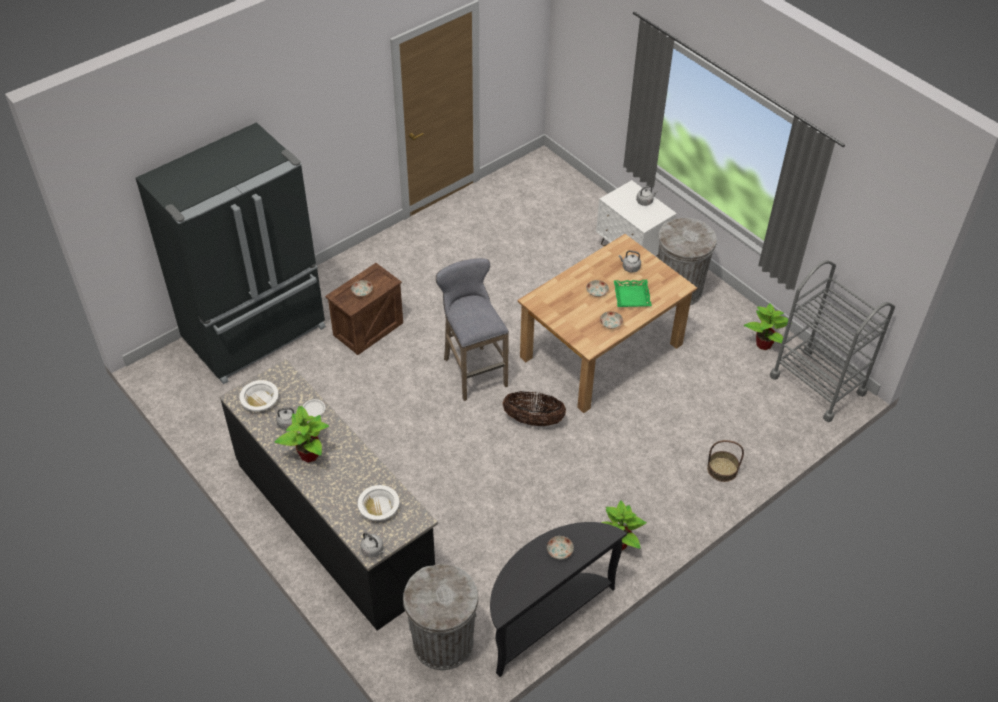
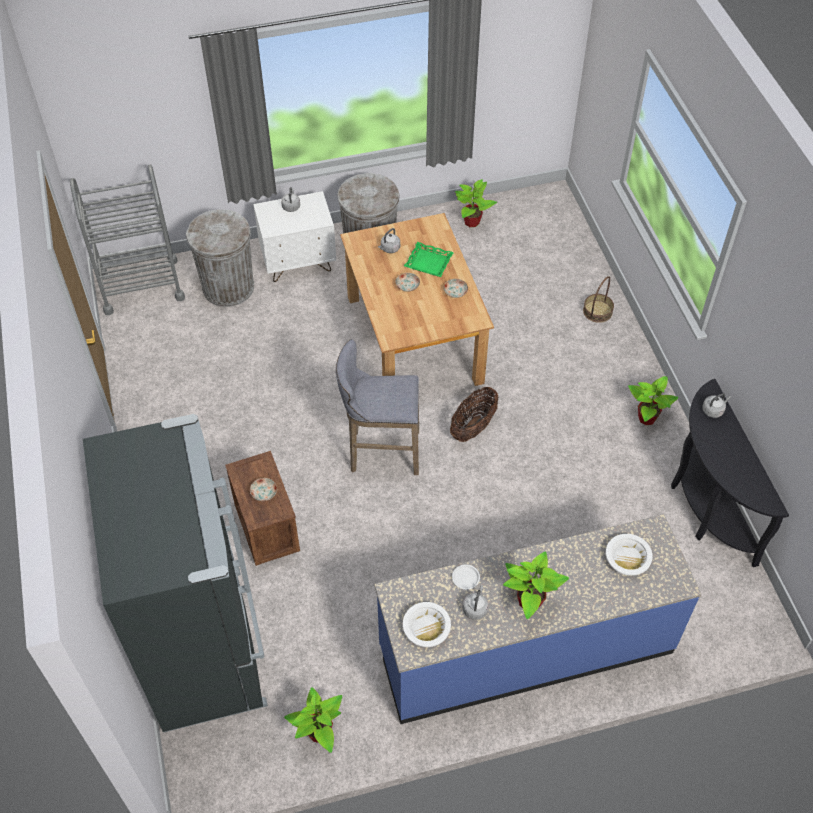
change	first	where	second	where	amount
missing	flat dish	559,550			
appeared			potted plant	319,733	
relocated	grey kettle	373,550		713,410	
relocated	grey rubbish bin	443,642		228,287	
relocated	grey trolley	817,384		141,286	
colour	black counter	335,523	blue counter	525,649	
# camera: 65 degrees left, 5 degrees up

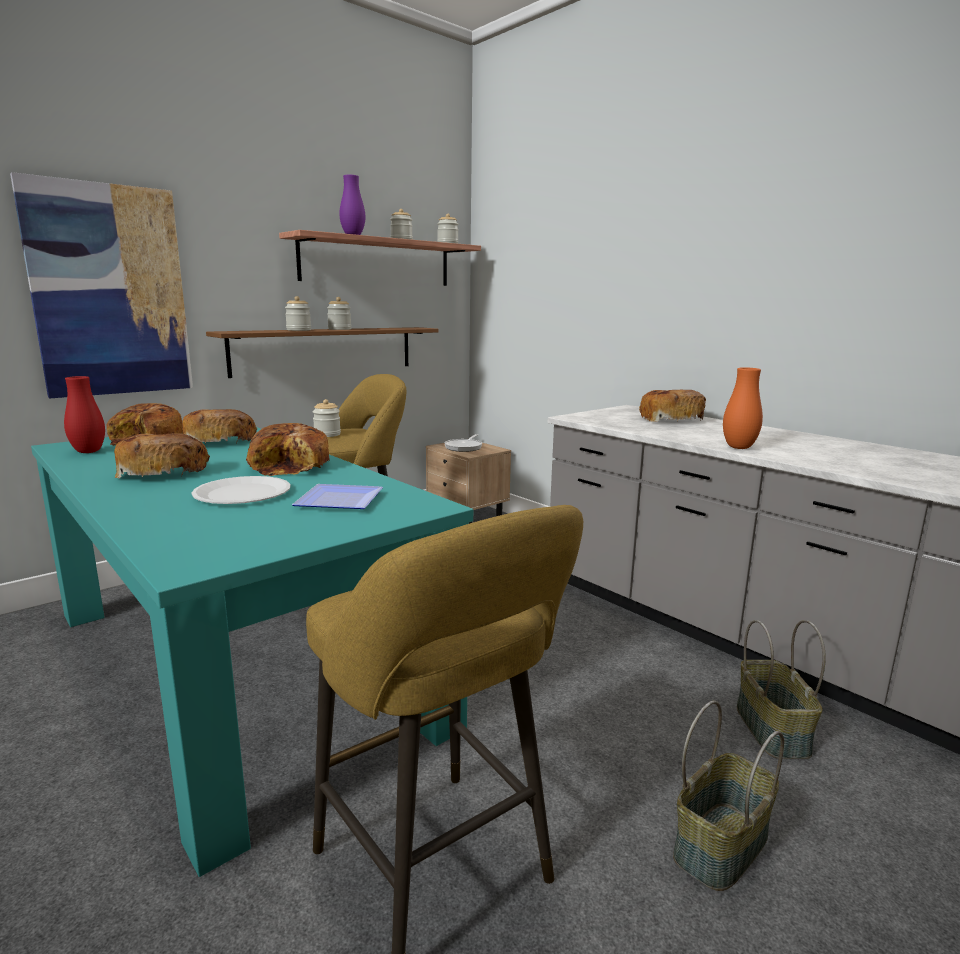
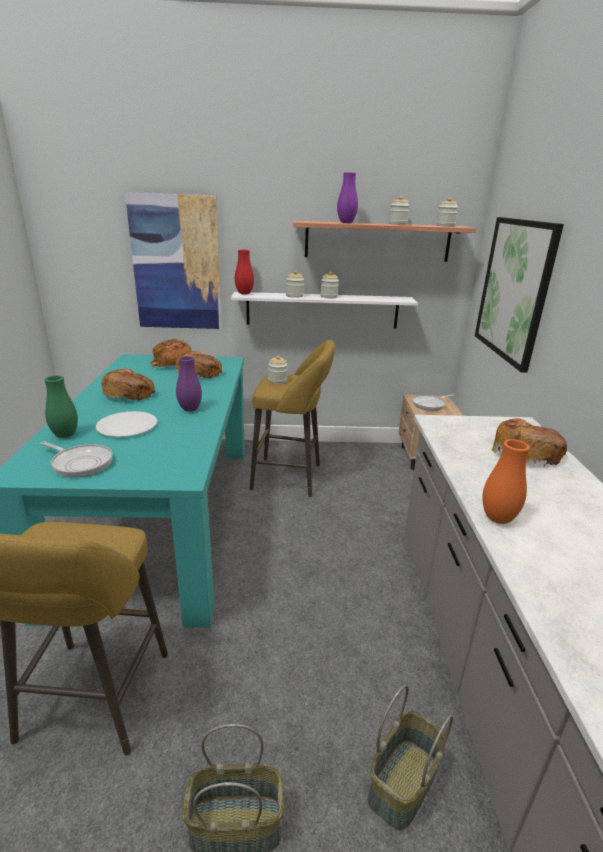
change	first	where	second	where	amount
missing	flat dish	338,500			
appeared			frying pan	80,463	
appeared			green-coloured vase	65,435	
appeared			wall art	514,290	
relocated	red vase	88,452		244,294	
exchanged	bakery bread	292,466	purple-coloured vase	190,409	
colour	brown-coloured bracket shelf	325,350	white-coloured bracket shelf	322,310	
# camera: 40 degrees right, 10 degrees up

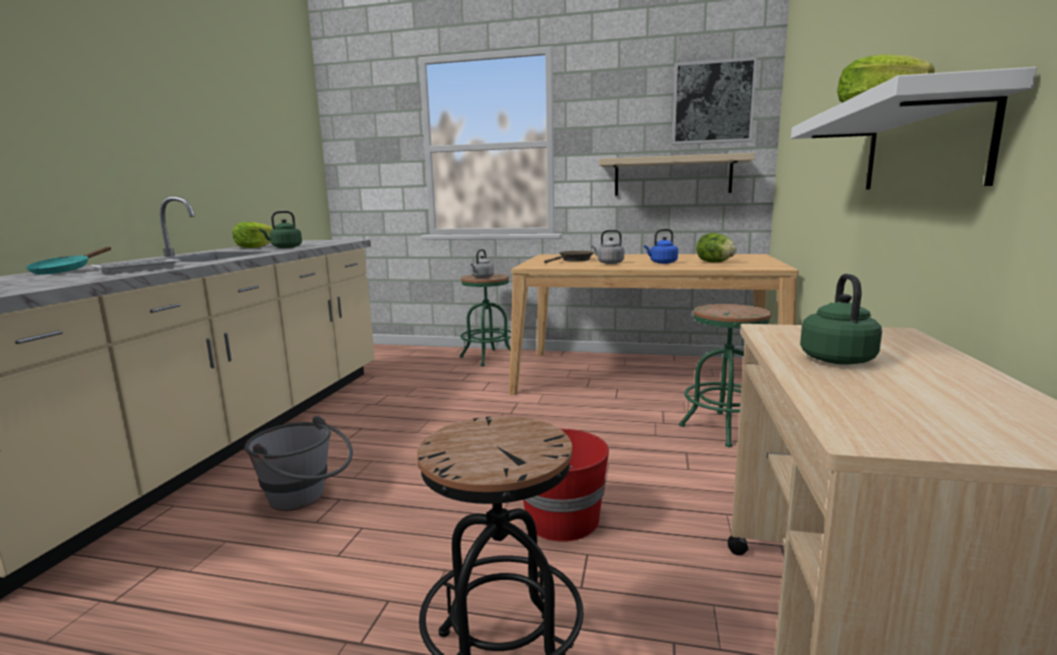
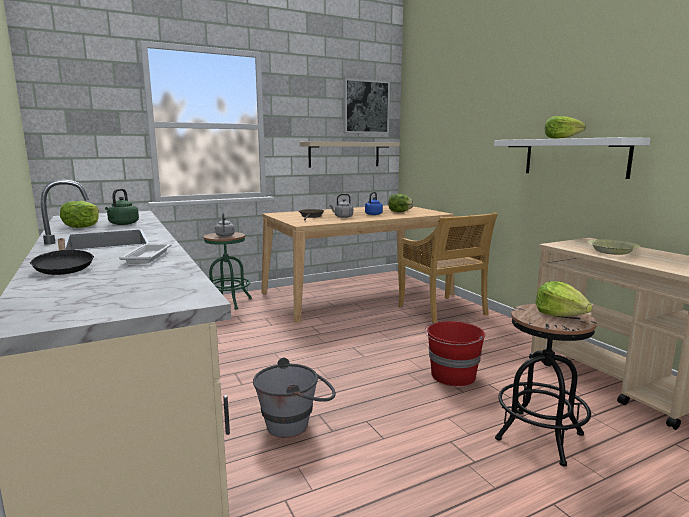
change	first	where	second	where	amount
appeared			head of lettuce	560,314	
exchanged	green-coloured sitting stool	724,429	beige-coloured plain chair	442,311	
exchanged	green-coloured kettle	836,358	yellow-coloured serving bowl	611,252	
colour	turquoise frying pan	66,271	black frying pan	64,268	
# camera: 40 degrees left, 0 degrees up

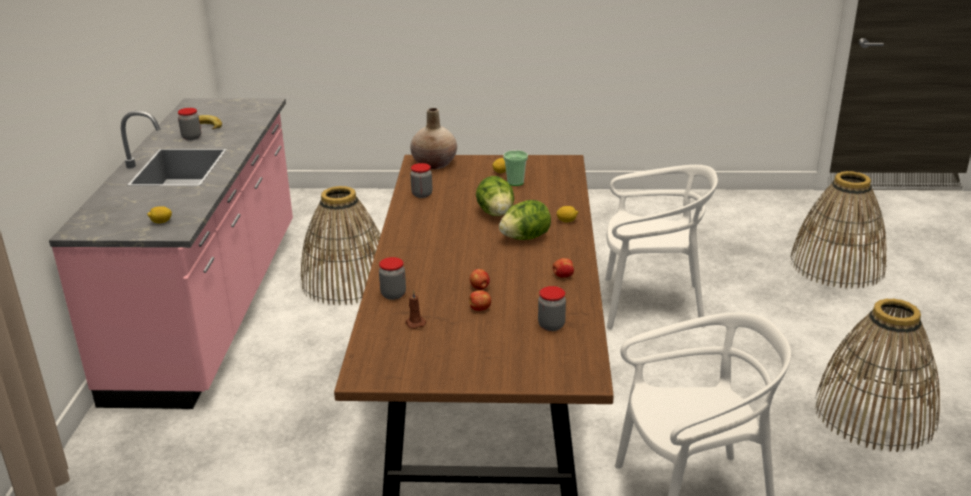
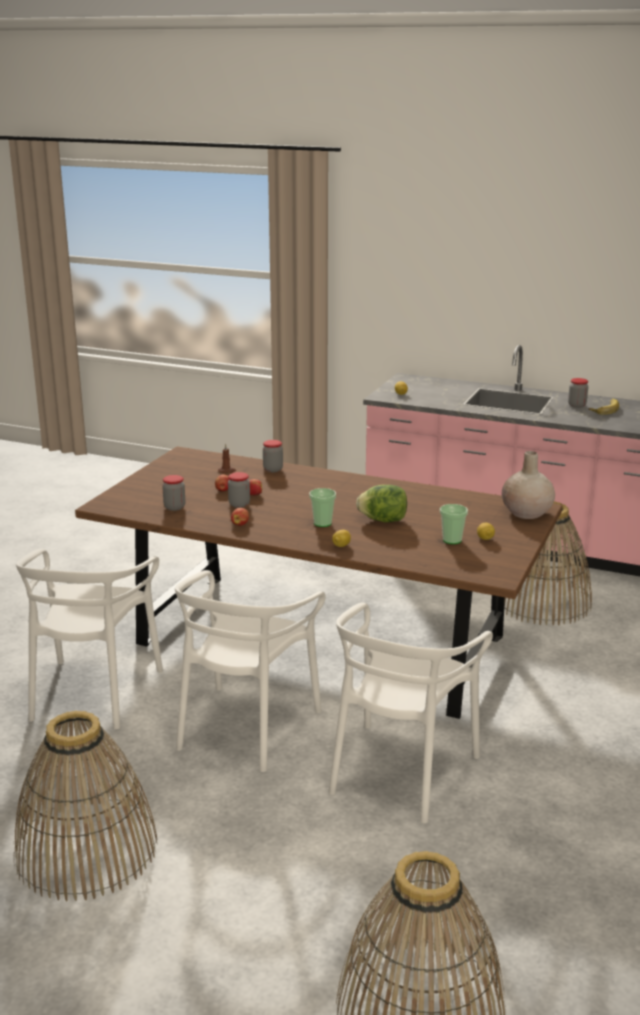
change	first	where	second	where	amount
appeared			white-coloured plain chair	246,727	
relocated	preserve jar	422,194		239,504	
exchanged	head of lettuce	525,238	drinking cup	322,523	
# camera: 110 degrees right, 5 degrees down

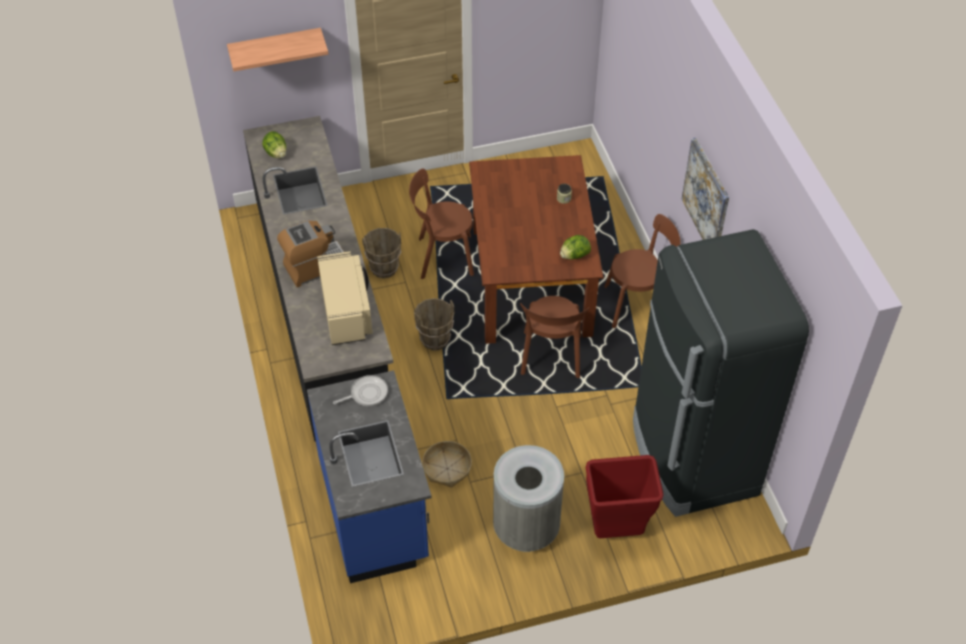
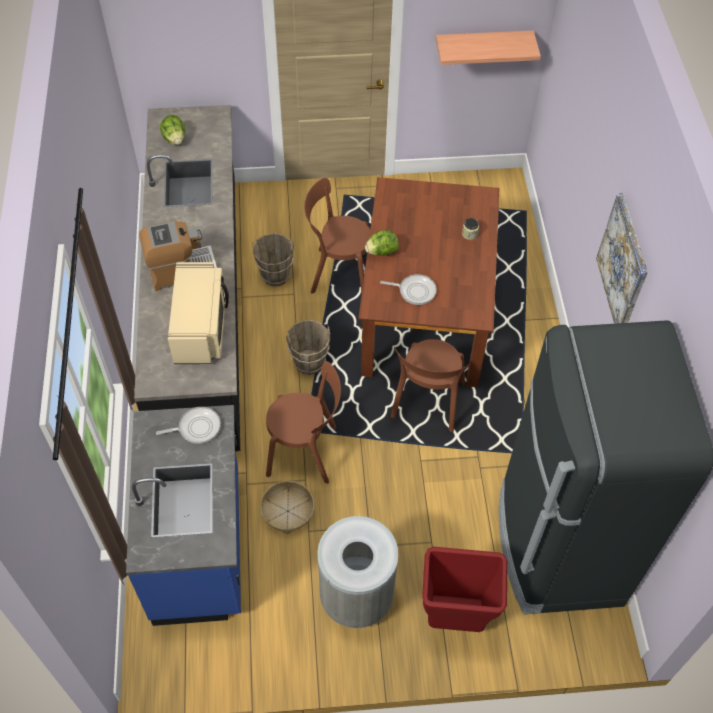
change	first	where	second	where	amount
appeared			frying pan	414,291	
relocated	bracket shelf	275,48		483,45	
relocated	head of lettuce	574,255		381,252	
relocated	brown-coloured plain chair	638,305		306,451	
# camera: 10 degrees right, 5 degrees up

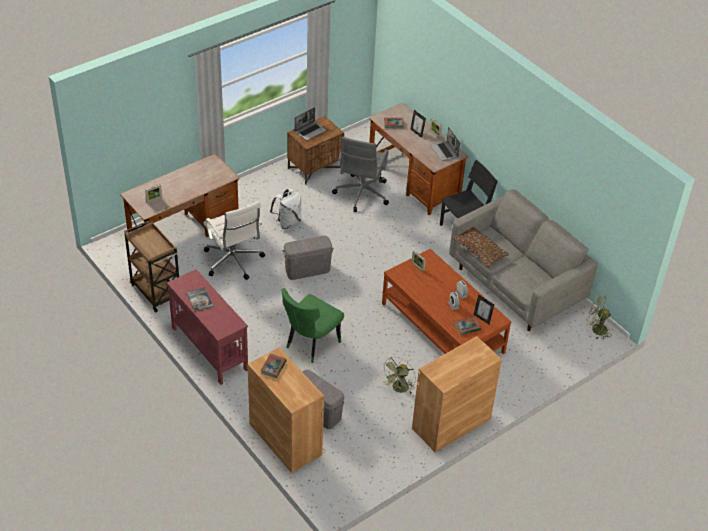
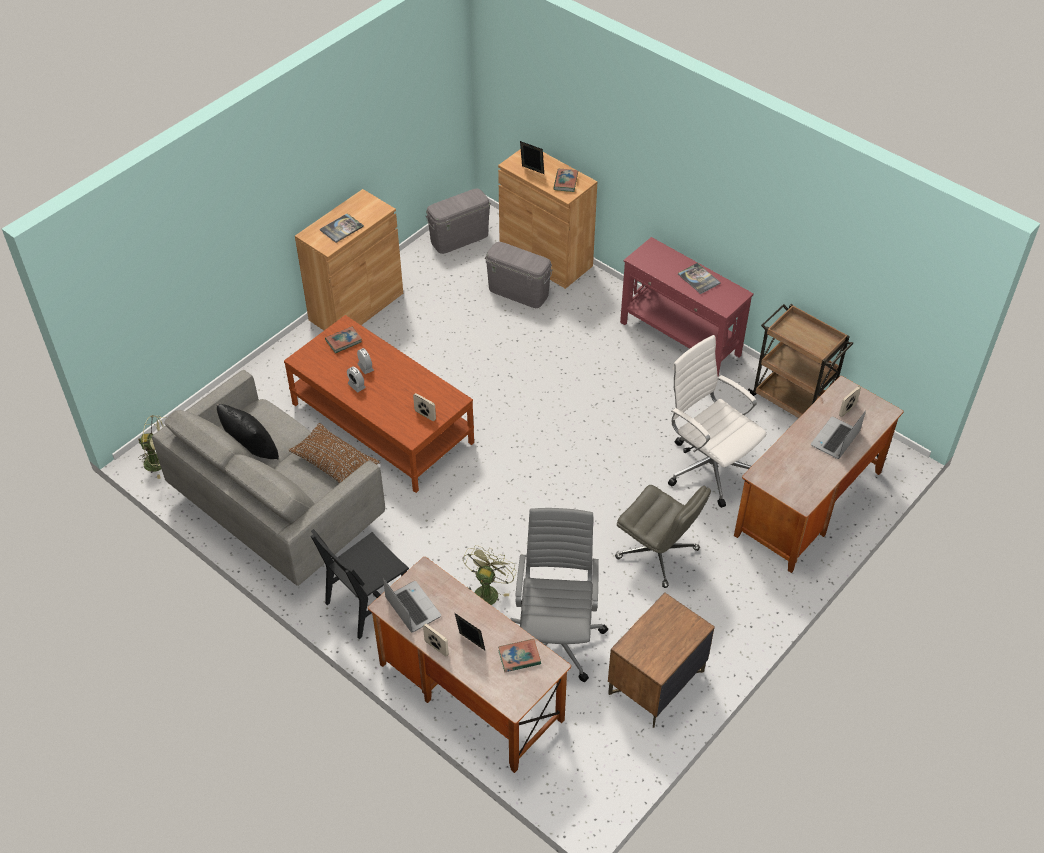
change	first	where	second	where	amount
missing	green-coloured plain chair	310,344			
appeared			black throw pillow	251,449	
appeared			volume	341,228	
relocated	grey storage box	307,270		459,238	
relocated	laptop	310,131		835,439	
relocated	green-coloured electric fan	399,389		487,591	
relocated	photo frame	482,318		532,171	
exchanged	white-coloured rucksack	287,222	grey desk chair	658,554	
# camera: 170 degrees right, 5 degrees up

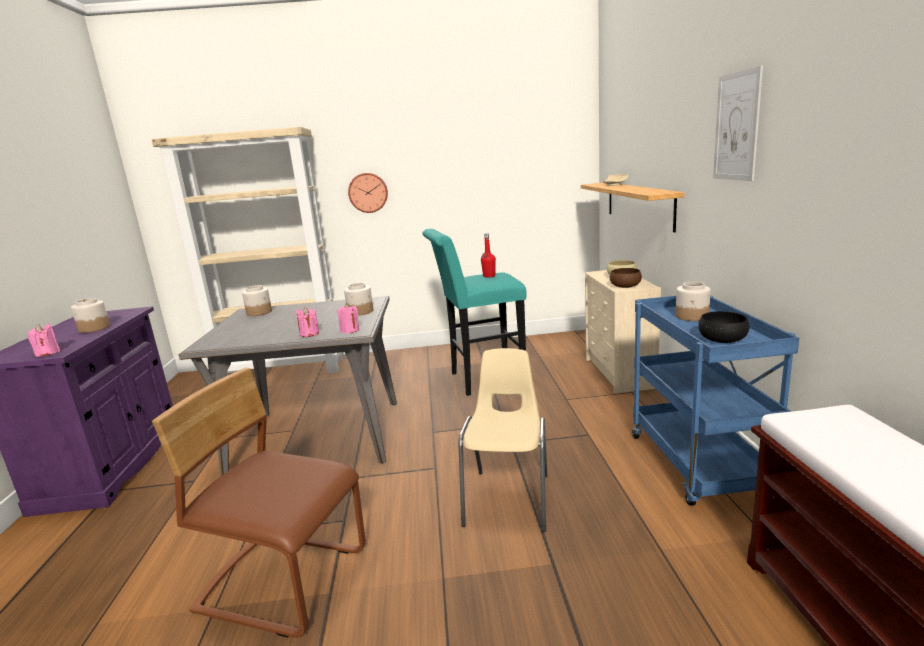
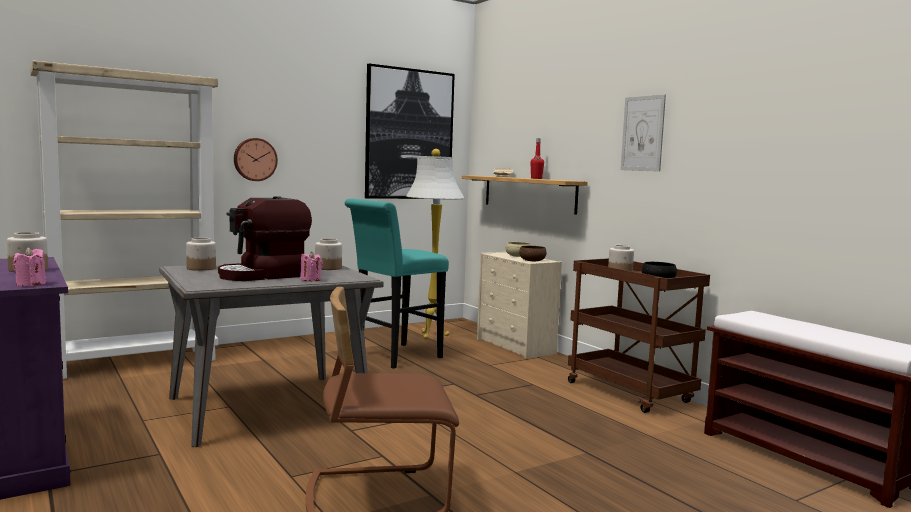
change	first	where	second	where	amount
missing	pink-coloured wax candle	350,330			
missing	beige-coloured plain chair	509,499			
appeared			coffee brewer	264,275	
appeared			wall art	409,134	
appeared			white-coloured standard lamp	430,336	
relocated	red bottle	489,276		536,178	
colour	blue trolley	699,466	brown-coloured trolley	631,393	
# camera: 30 degrees left, 10 degrees down

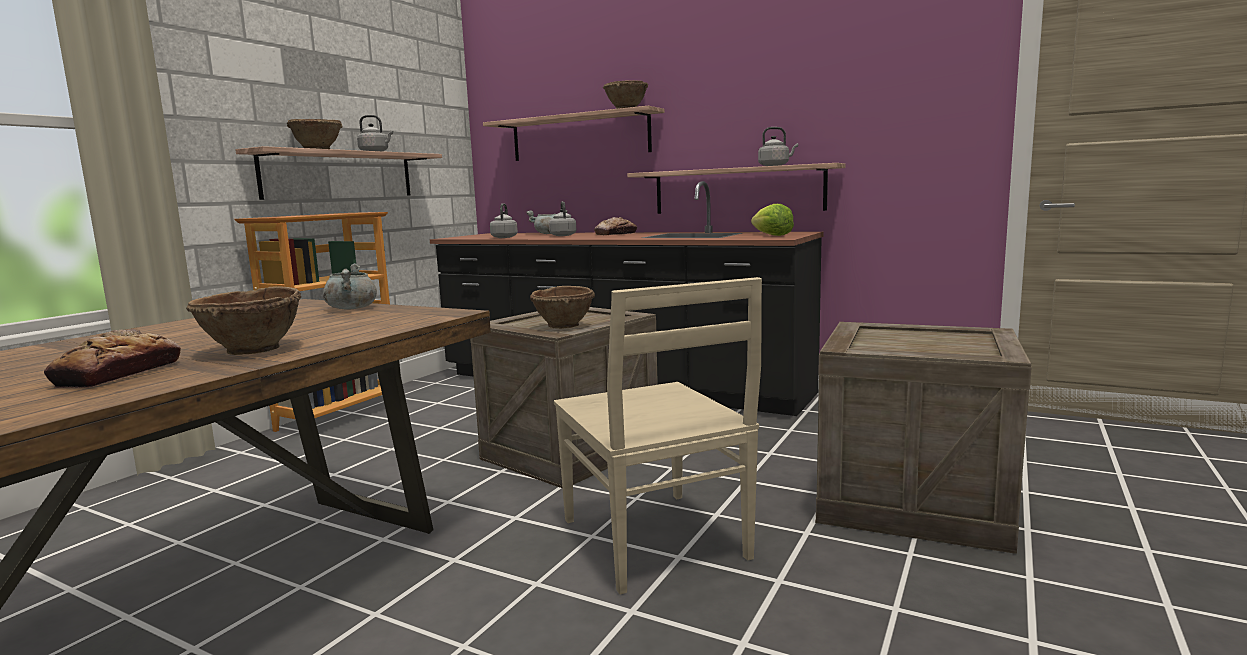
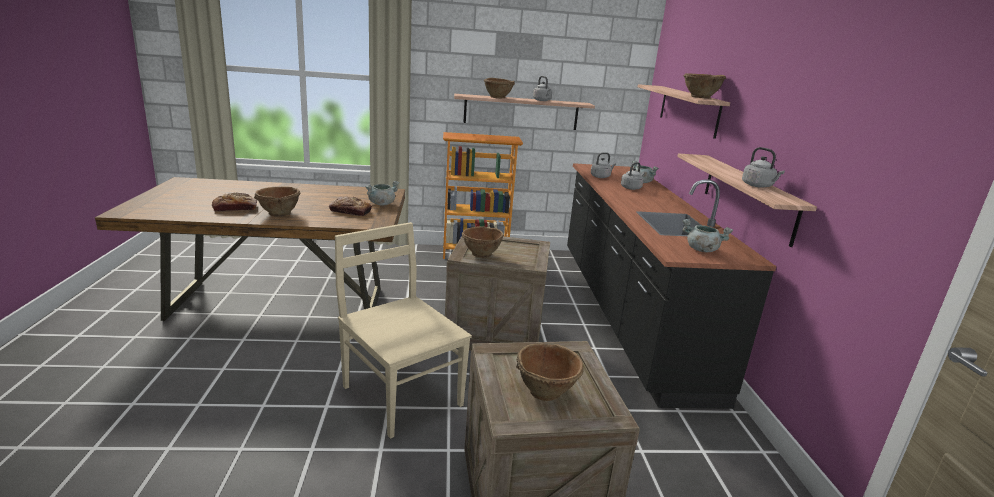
change	first	where	second	where	amount
appeared			brown-coloured serving bowl	546,391	
relocated	bakery bread	616,234		350,211	
exchanged	head of lettuce	772,235	grey cooking pot	701,250	
spun	beige-coloured plain chair	655,541		401,394	105 degrees clockwise
# camera: 55 degrees right, 10 degrees up

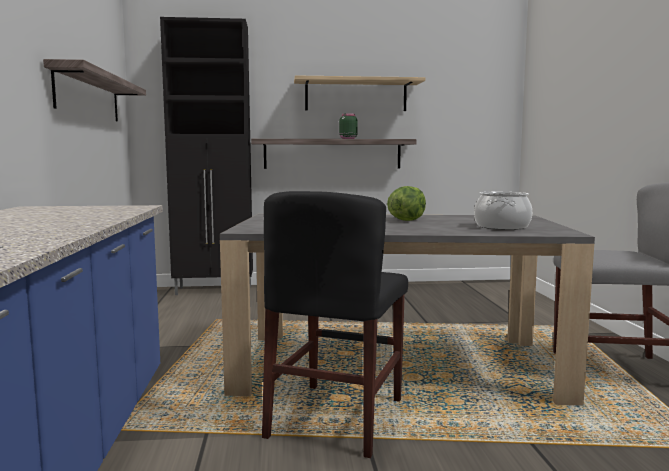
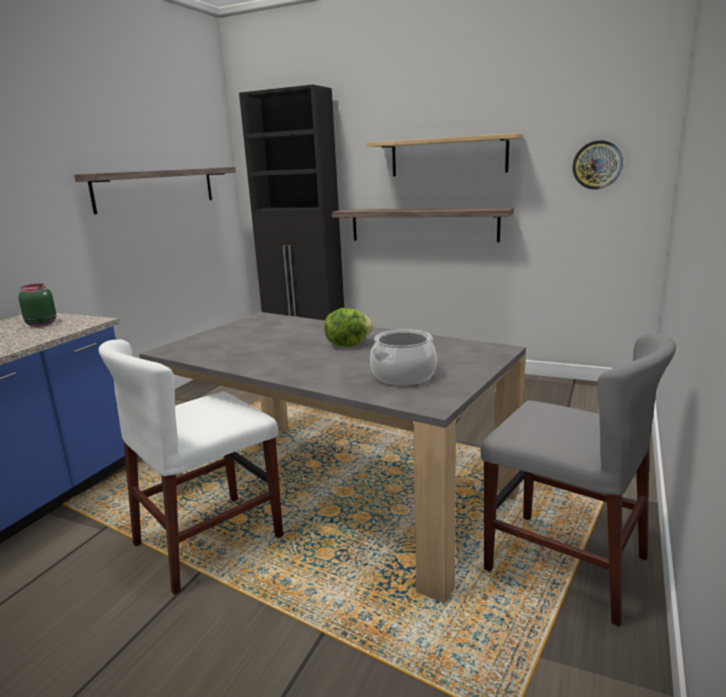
change	first	where	second	where	amount
appeared			hanging clock	597,165	
relocated	green-coloured preserve jar	347,138		41,324	
colour	black plain chair	336,417	white-coloured plain chair	208,540	
# camera: 30 degrees right, 10 degrees up

